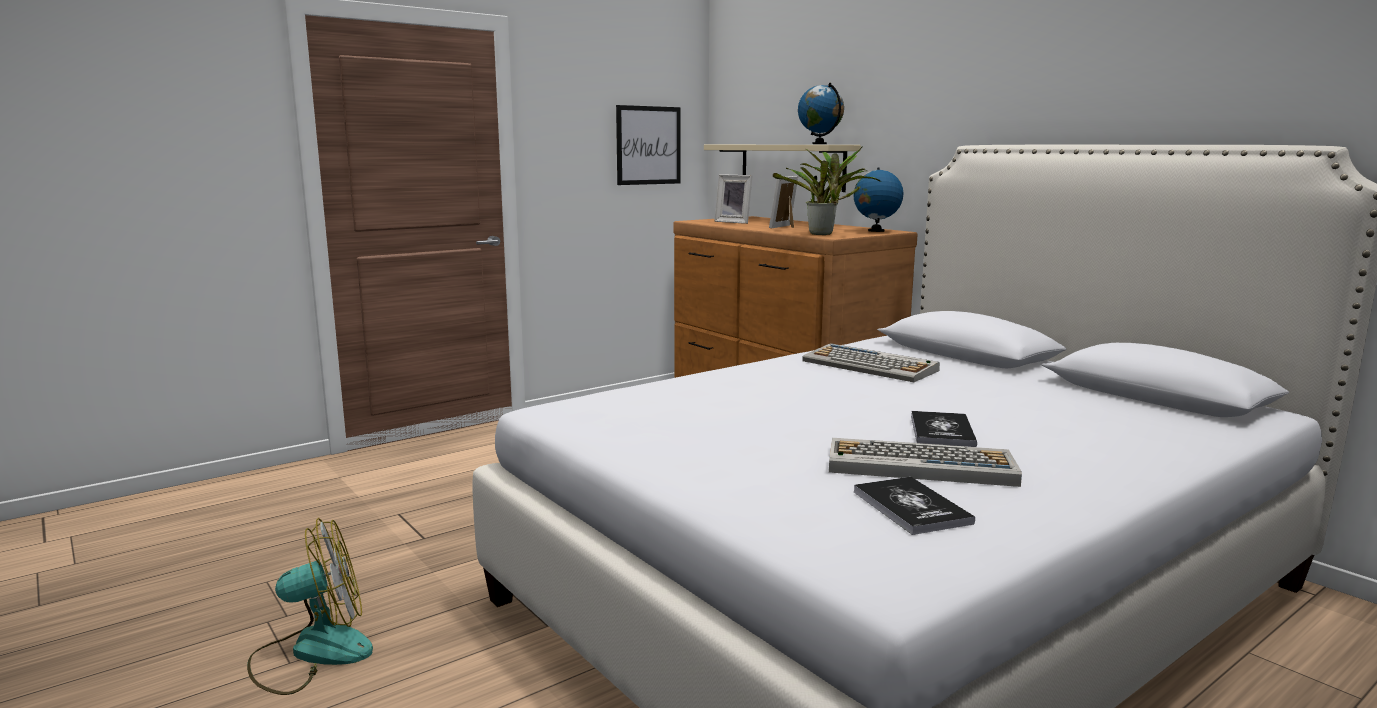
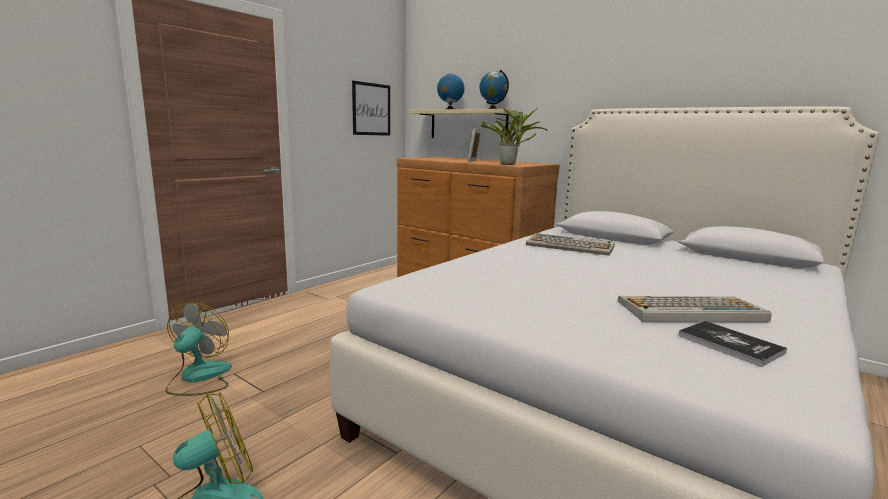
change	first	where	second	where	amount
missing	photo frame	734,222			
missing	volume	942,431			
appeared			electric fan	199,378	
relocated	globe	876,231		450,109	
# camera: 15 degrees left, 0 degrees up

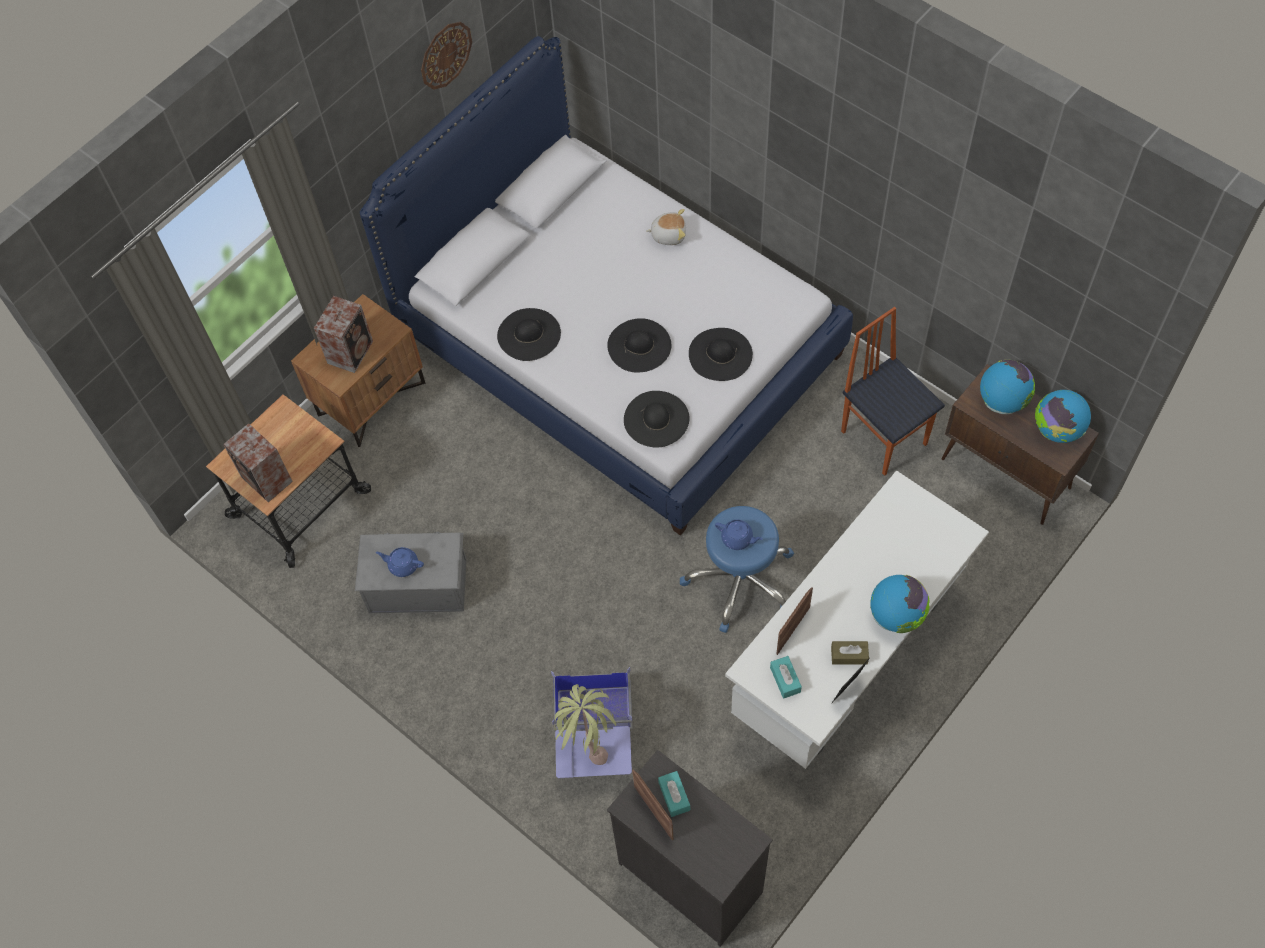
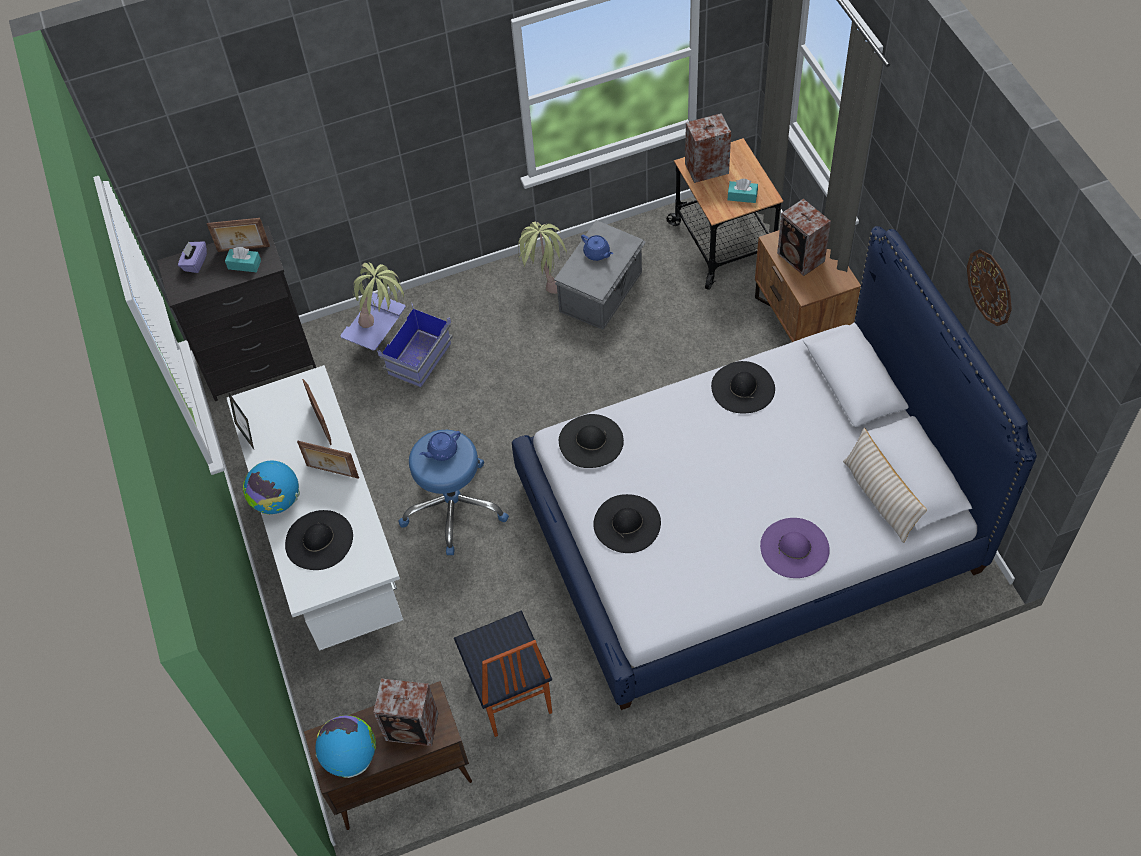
change	first	where	second	where	amount
missing	brown-coloured box of tissues	849,655			
appeared			purple-coloured box of tissues	195,263	
appeared			photo frame	332,472	
appeared			potted plant	544,279	
appeared			beige-coloured throw pillow	879,498	
relocated	black wearable hat	639,345		319,540	
relocated	turquoise box of tissues	785,680		742,196	
exchanged	plush toy	668,234	purple-coloured wearable hat	794,548	
exchanged	globe	1002,401	loudspeaker	413,727	
spun	blue pot for tea	402,565		597,253	90 degrees clockwise
spun	plain chair	884,436		509,696	75 degrees clockwise
# camera: 120 degrees right, 5 degrees down

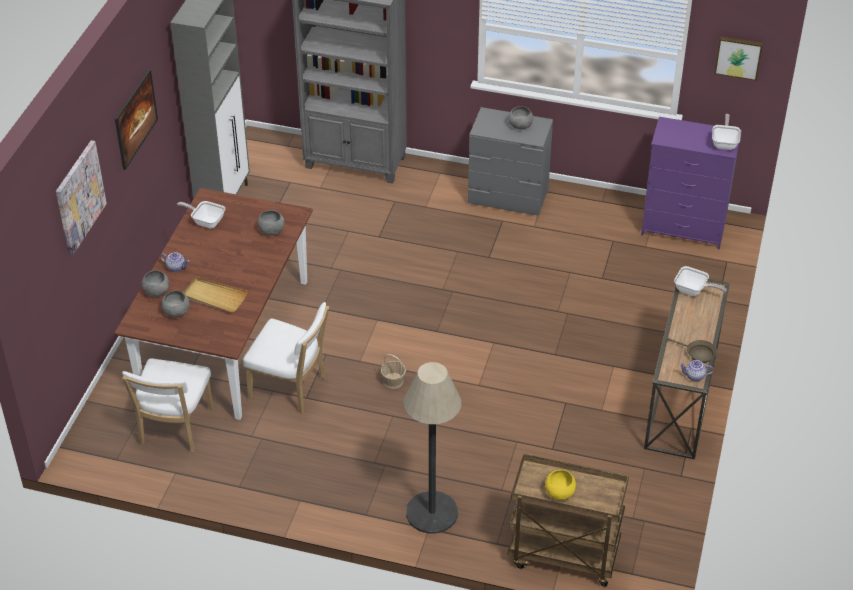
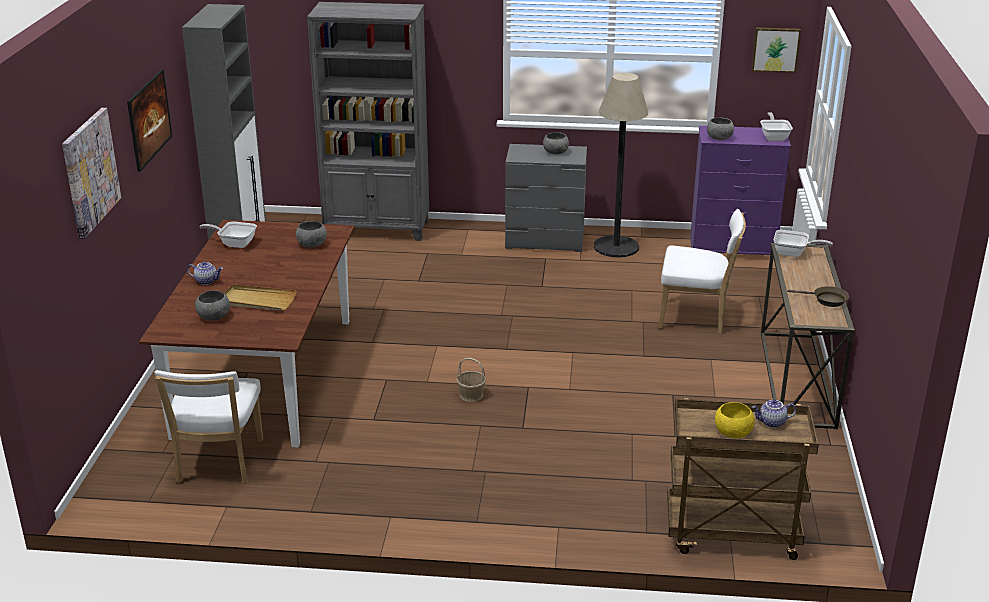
change	first	where	second	where	amount
relocated	grey serving bowl	156,292		719,138	
relocated	white-coloured plain chair	291,389		696,318	
relocated	standard lamp	432,512		616,247	
relocated	pot for tea	694,376		772,423	
# camera: 10 degrees left, 15 degrees down

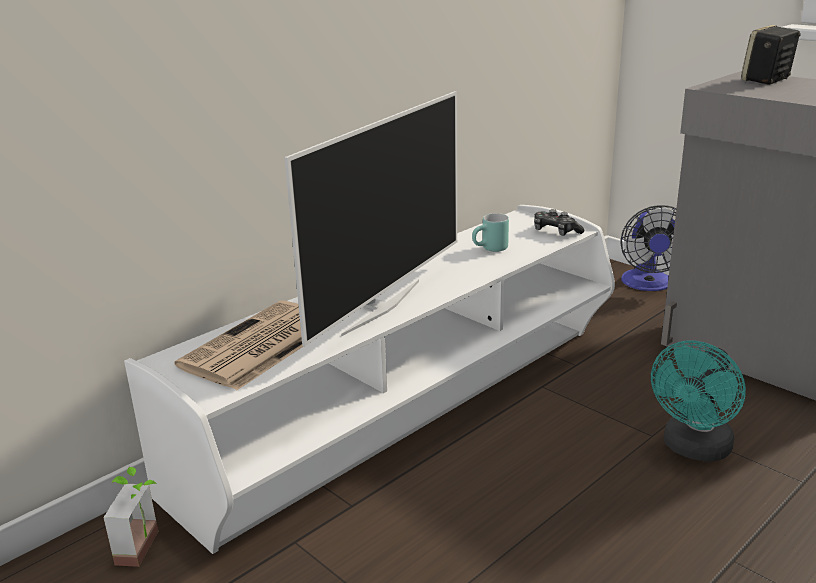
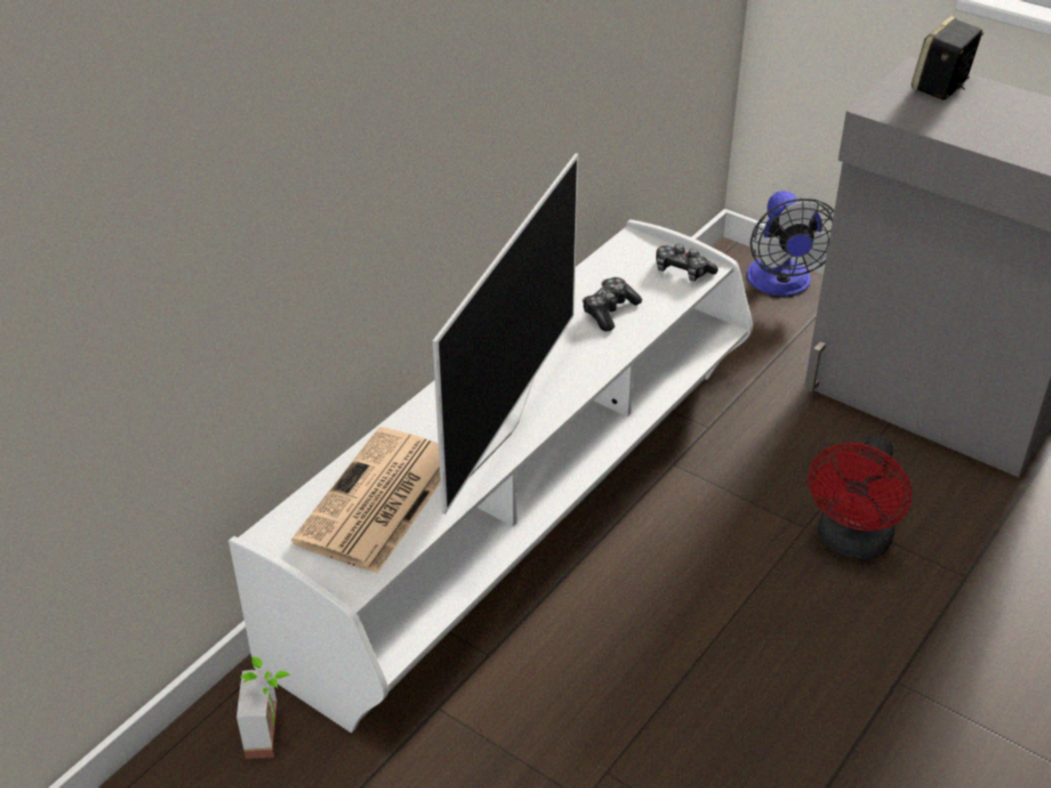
change	first	where	second	where	amount
exchanged	turquoise tea mug	491,250	joypad	609,311	
colour	turquoise electric fan	694,449	red electric fan	851,542	
# camera: 10 degrees left, 15 degrees up

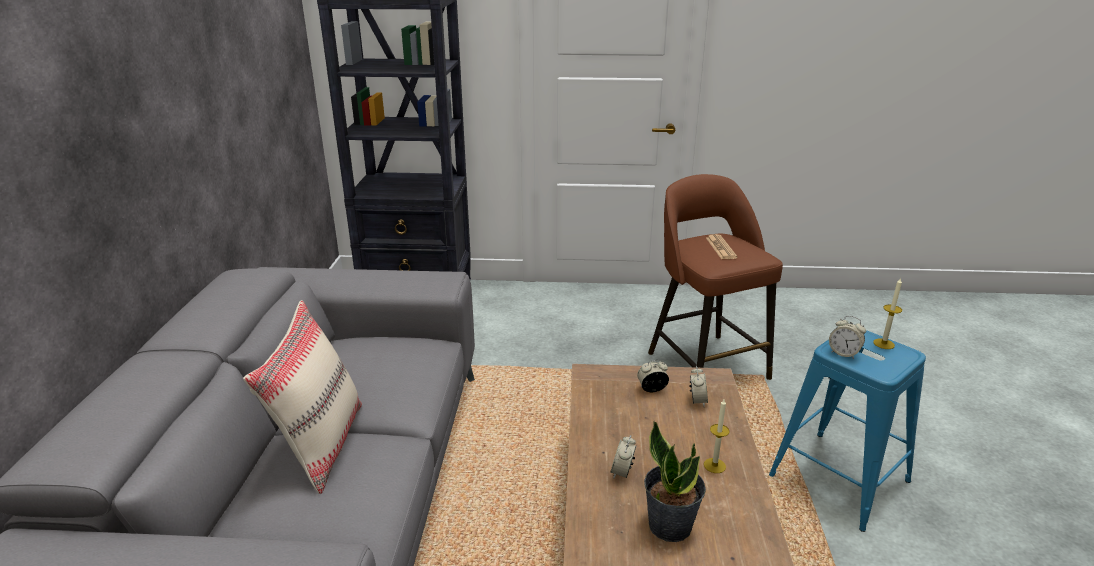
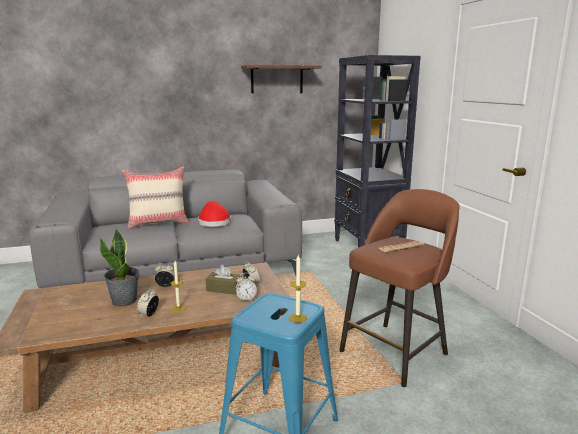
change	first	where	second	where	amount
appeared			red wearable hat	214,222	
appeared			brown-coloured box of tissues	224,289	
appeared			brown-coloured bracket shelf	277,79	
relocated	table clock	843,353		149,314	
# camera: 70 degrees right, 10 degrees down

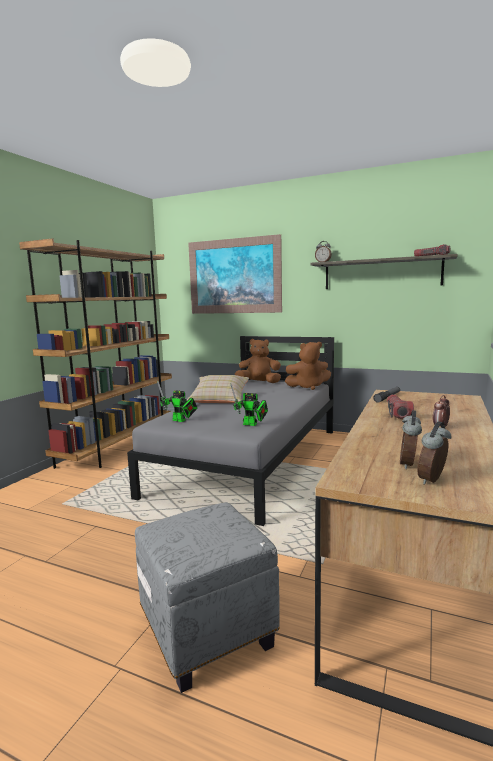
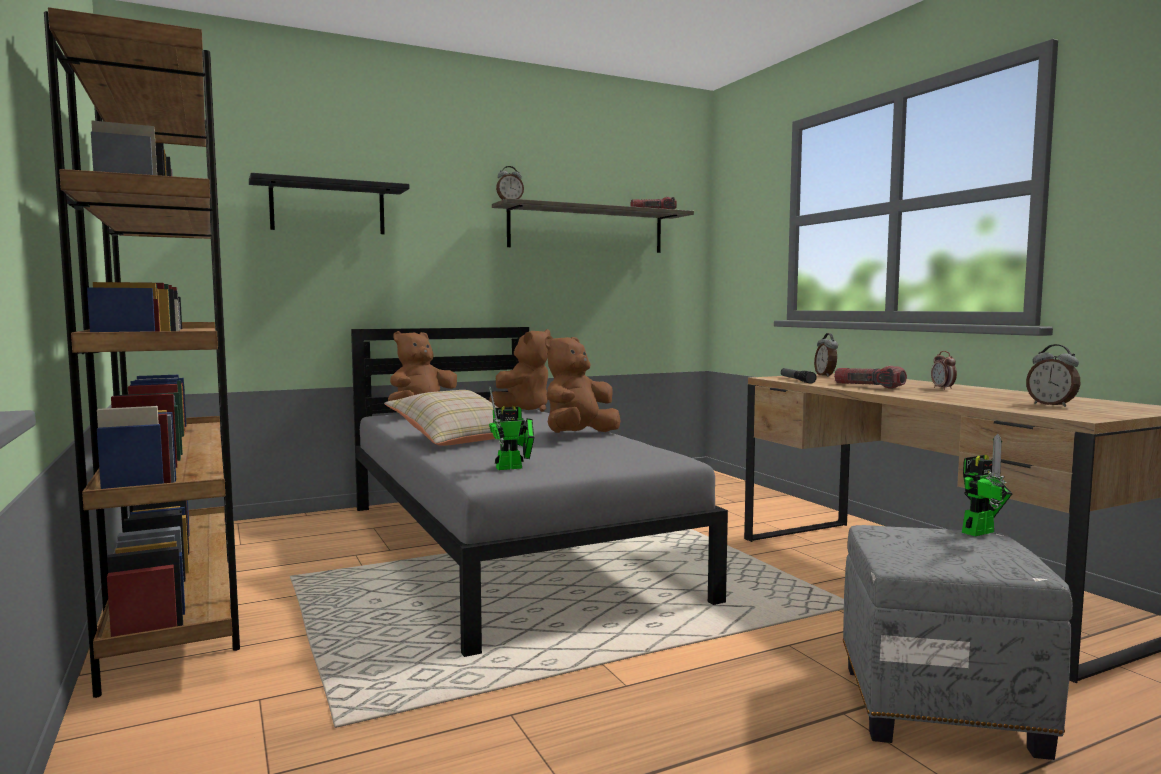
change	first	where	second	where	amount
appeared			brown-coloured plush toy	578,435	
relocated	robot figure	252,424		981,531	
relocated	table clock	433,480		826,376	
exchanged	wall art	234,276	black bracket shelf	328,208	
# camera: 50 degrees left, 5 degrees down

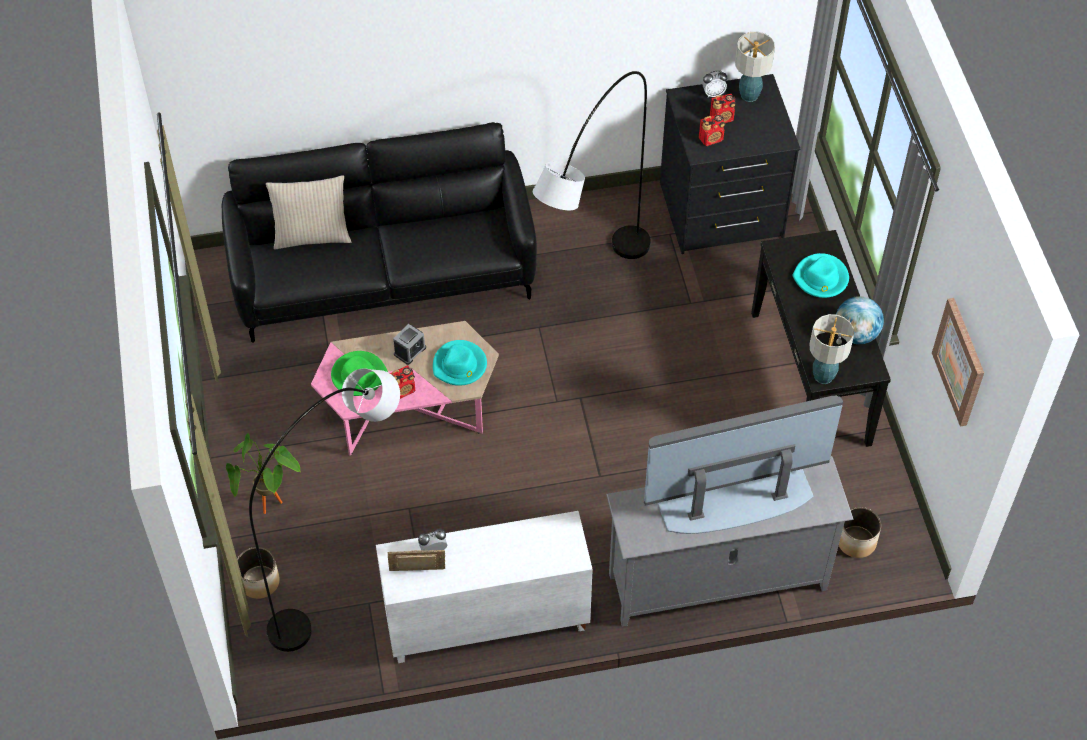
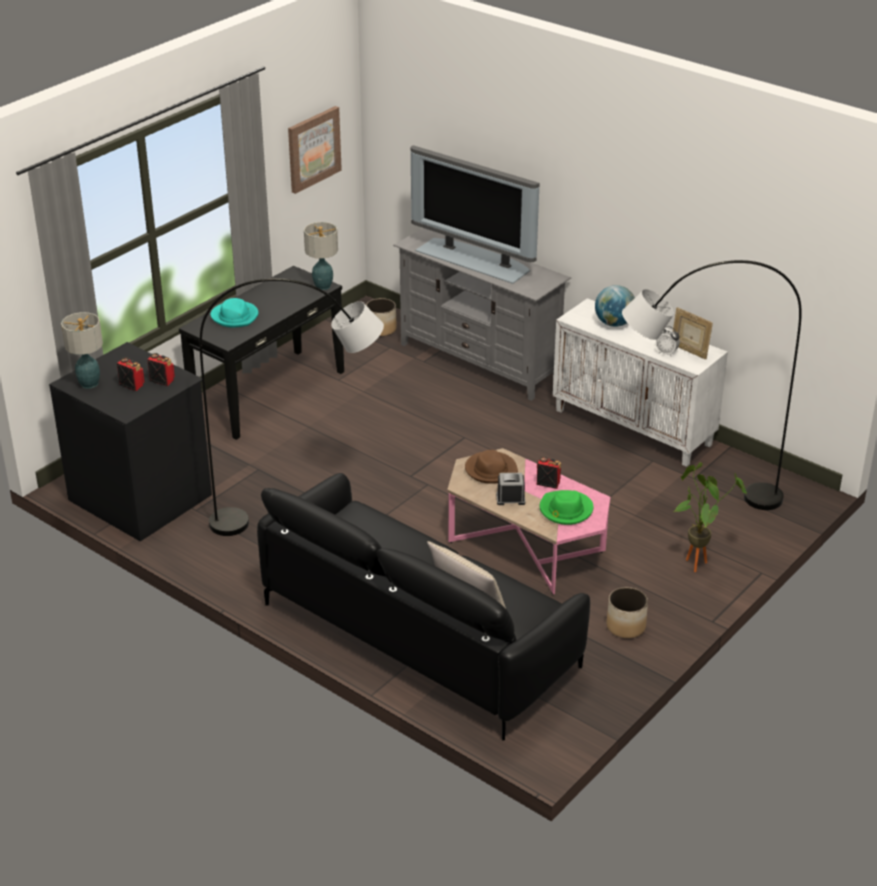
change	first	where	second	where	amount
missing	table clock	713,93			
relocated	plant pot	259,582		626,627	
relocated	globe	855,334		614,324	
colour	turquoise wearable hat	460,365	brown-coloured wearable hat	490,470	
# camera: 130 degrees left, 20 degrees down

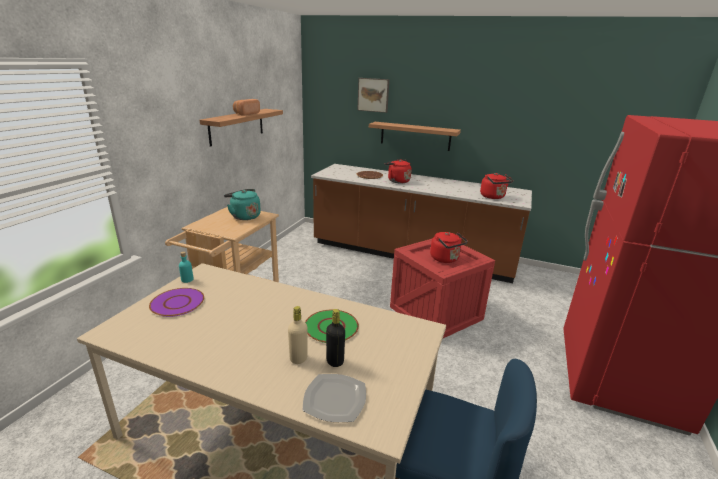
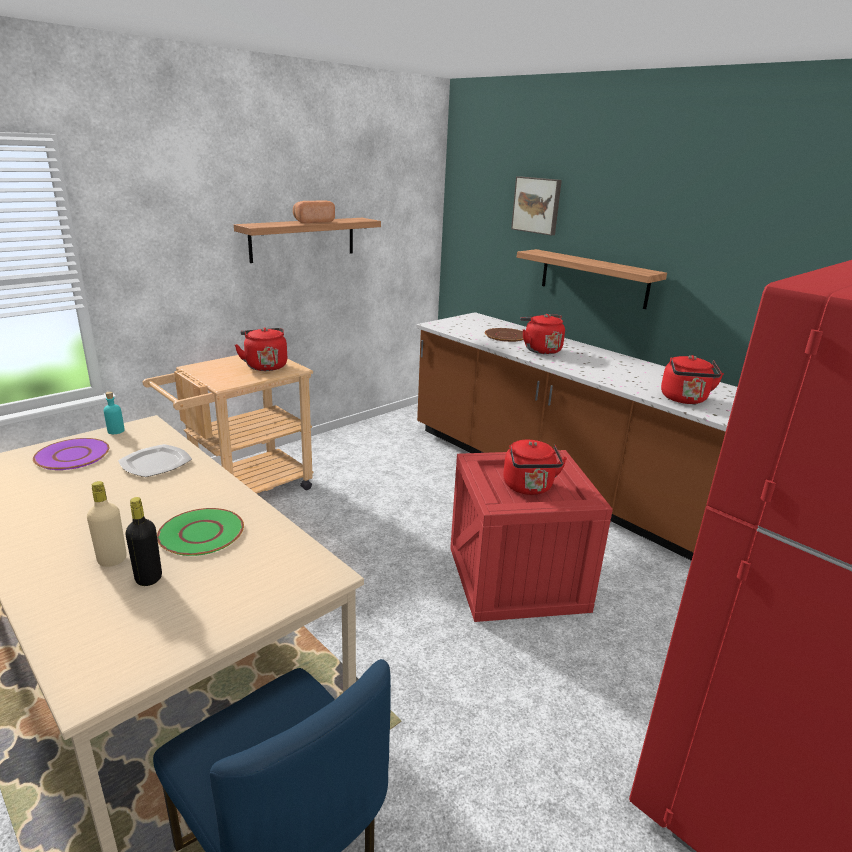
change	first	where	second	where	amount
relocated	flat dish	335,399		156,463	
colour	turquoise kettle	244,216	red kettle	265,366	
# camera: 25 degrees right, 0 degrees up

